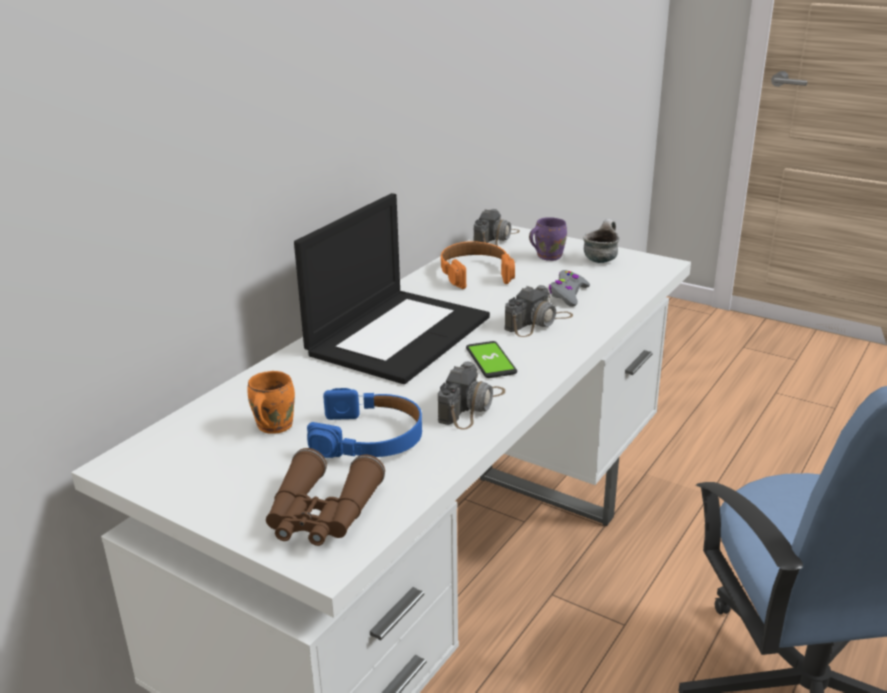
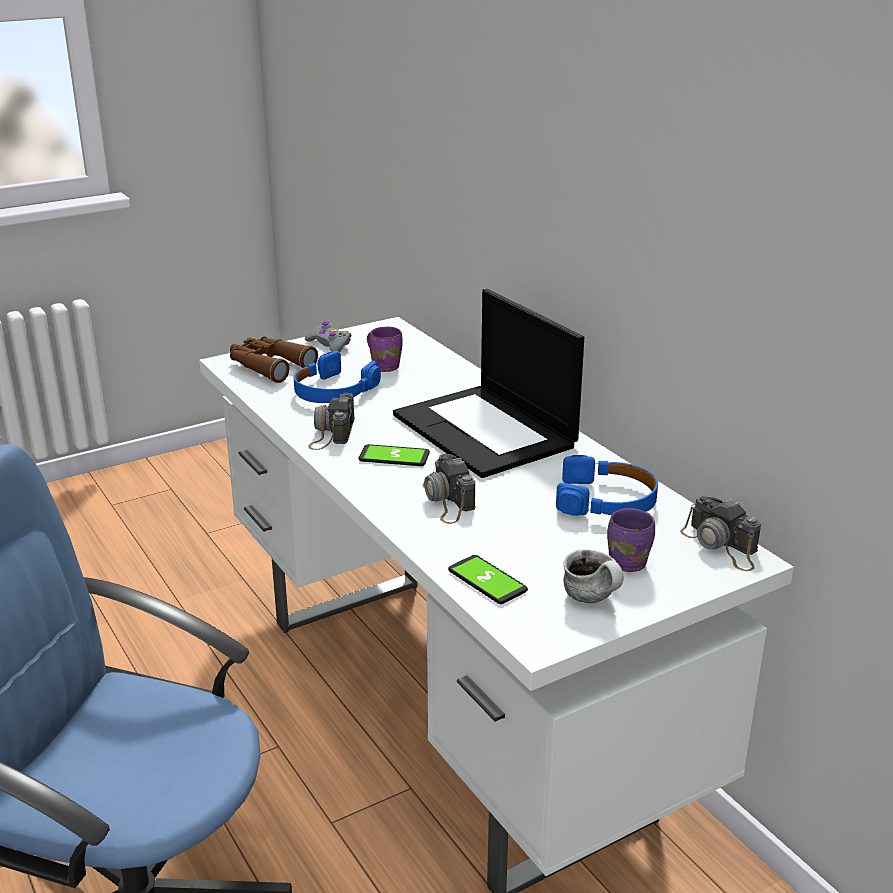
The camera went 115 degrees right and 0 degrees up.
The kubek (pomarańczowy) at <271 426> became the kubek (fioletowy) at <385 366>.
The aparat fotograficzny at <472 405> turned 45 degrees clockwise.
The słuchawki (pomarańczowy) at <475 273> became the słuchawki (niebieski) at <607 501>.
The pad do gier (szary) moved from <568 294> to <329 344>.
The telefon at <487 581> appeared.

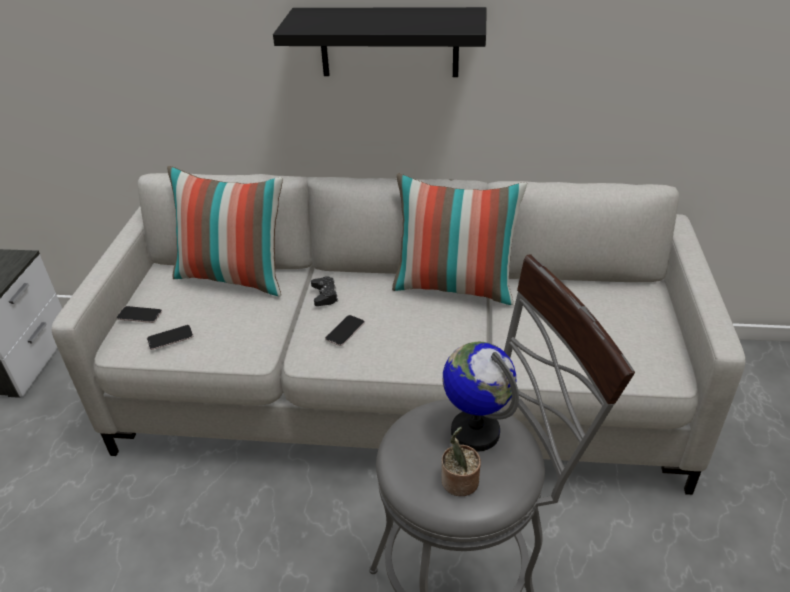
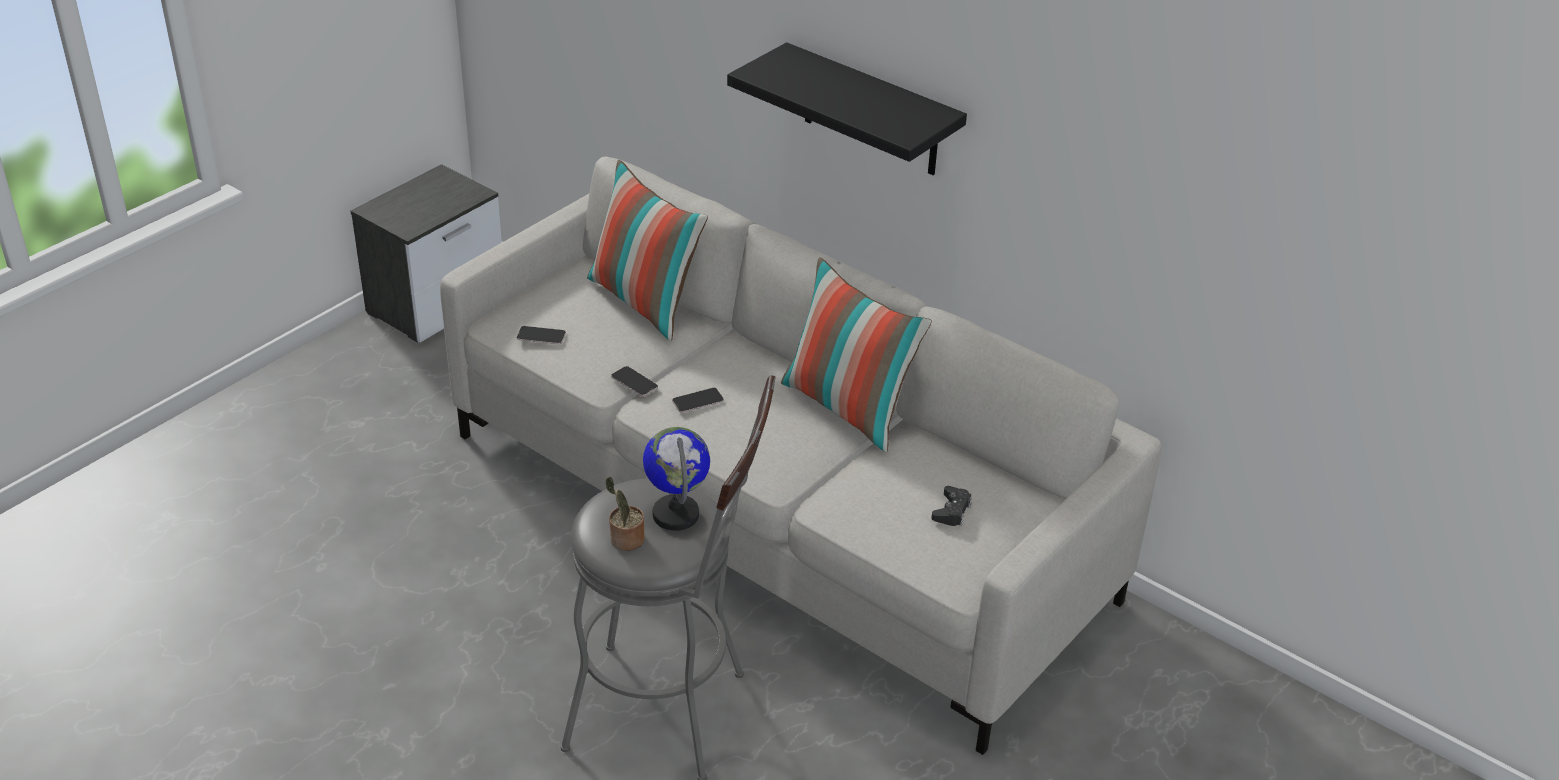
The camera went 30 degrees right and 0 degrees up.
The telefon moved from <139 315> to <634 382>.
The pad do gier (czarny) moved from <324 295> to <952 511>.

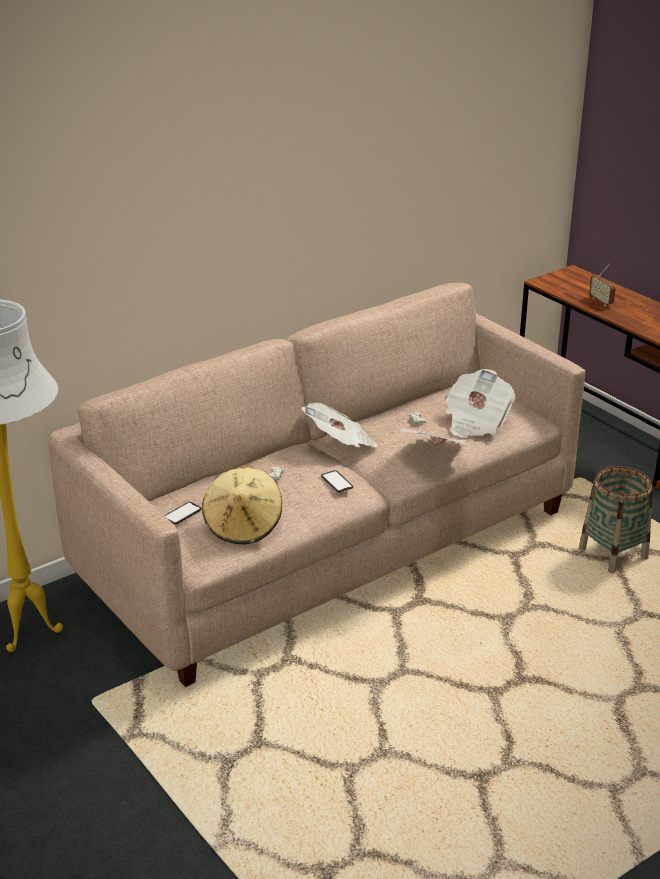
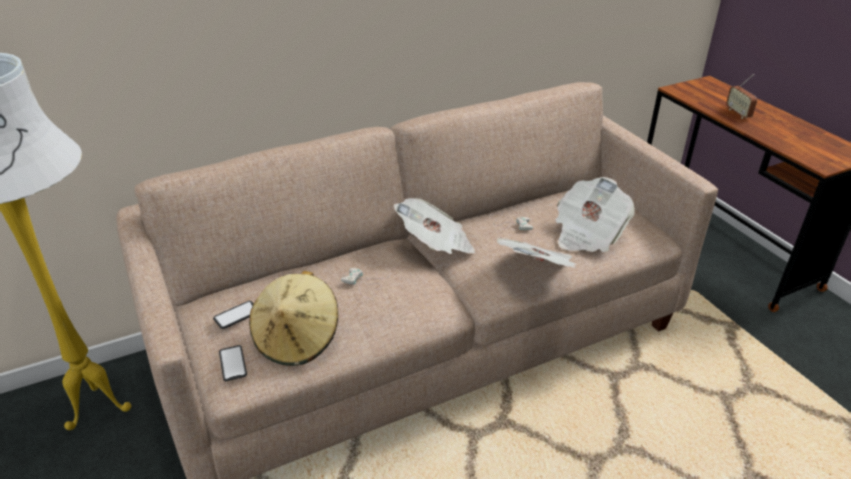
The camera went 10 degrees right and 5 degrees up.
The telefon moved from <337 482> to <233 363>.
The koszyk at <613 554> disappeared.

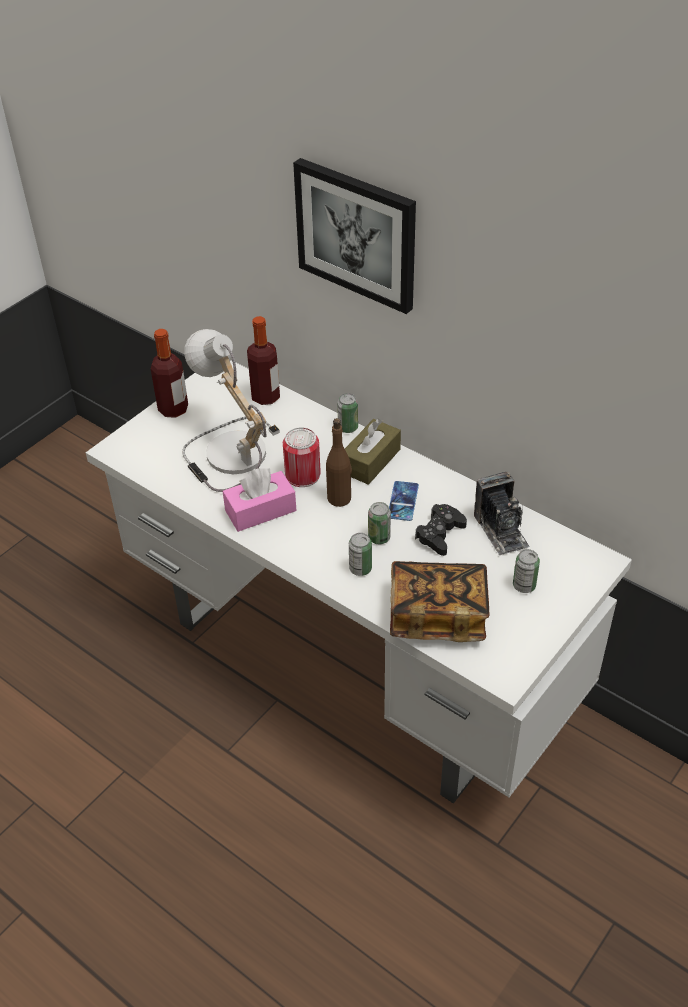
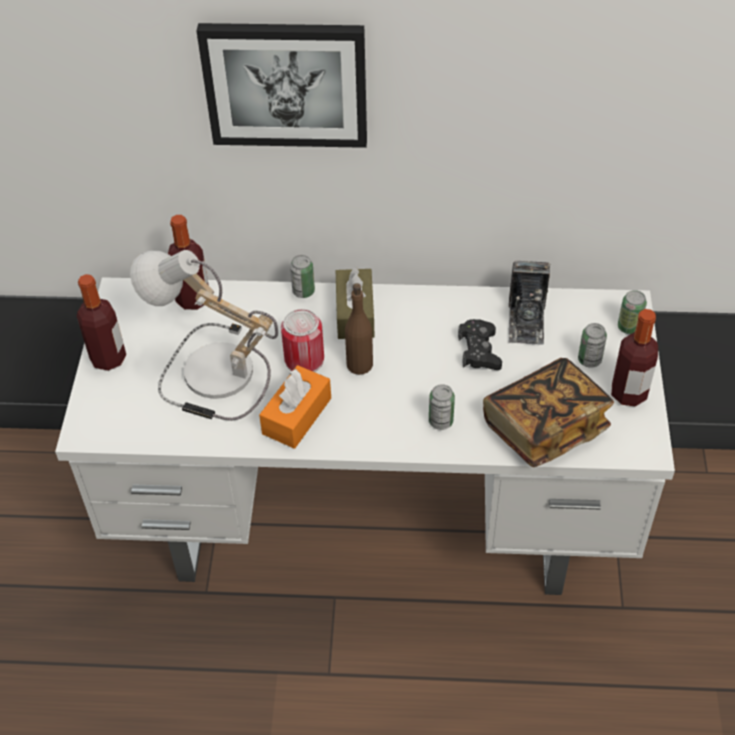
The camera went 35 degrees left and 5 degrees up.
The pudełko chusteczek (różowy) at <260 510> became the pudełko chusteczek (pomarańczowy) at <297 416>.
The puszka moved from <379 538> to <628 327>.
The telefon at <403 501> disappeared.
The aparat fotograficzny at <501 530> turned 60 degrees clockwise.
The butelka at <628 393> appeared.

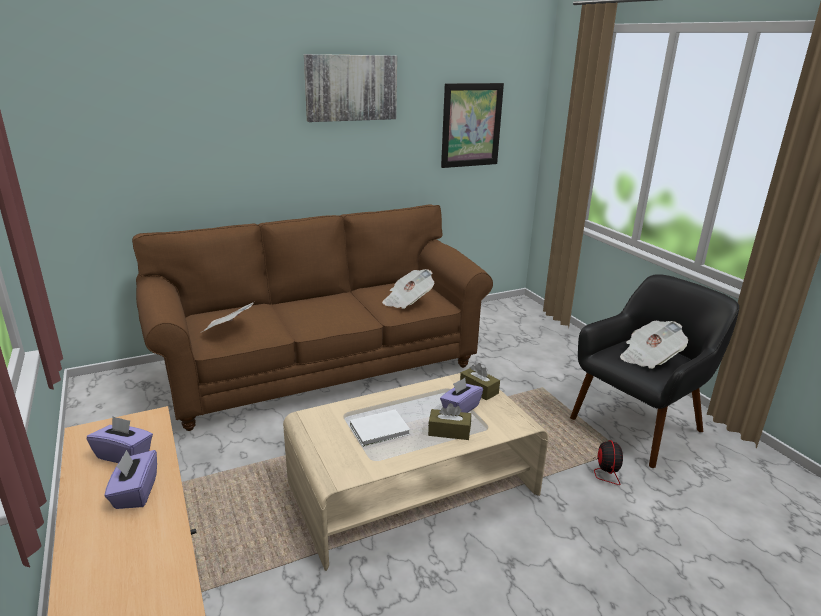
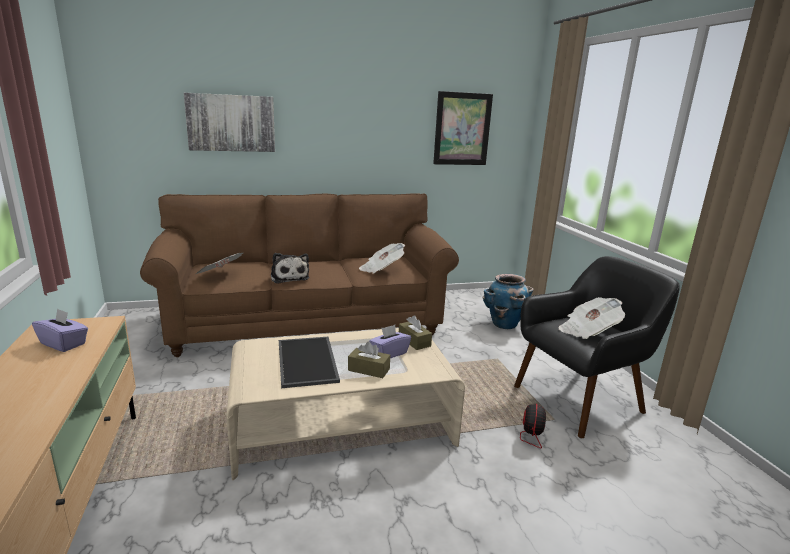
The camera went 10 degrees right and 5 degrees down.
The pudełko chusteczek (fioletowy) at <135 493> disappeared.
The obraz moved from <351 88> to <231 123>.
The książka (biały) at <381 430> was replaced by the taca at <308 361>.
The pluszak at <289 277> appeared.
The donica at <504 324> appeared.

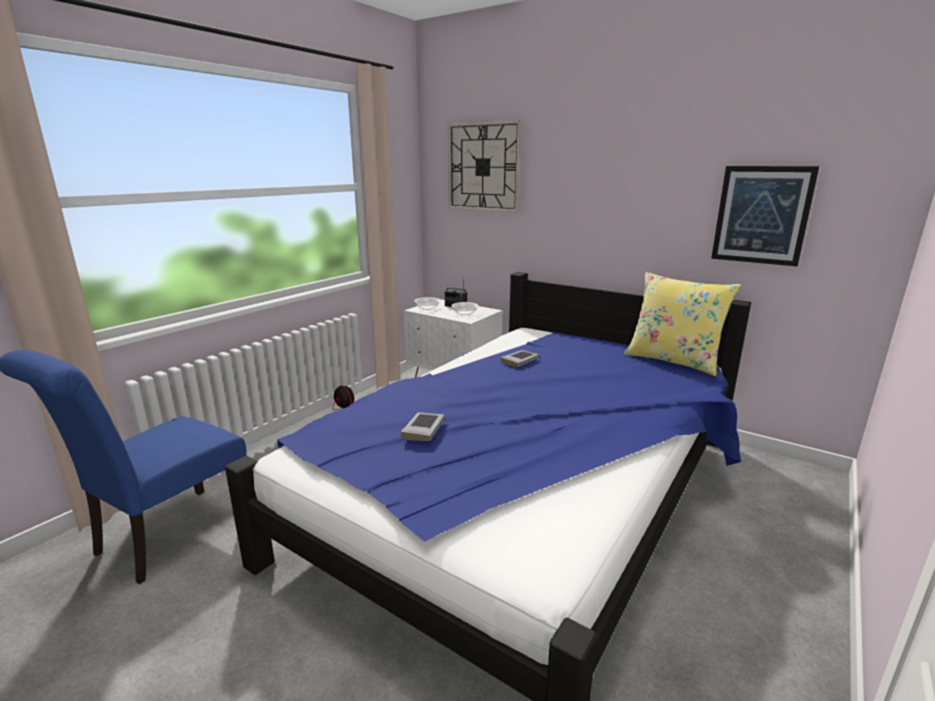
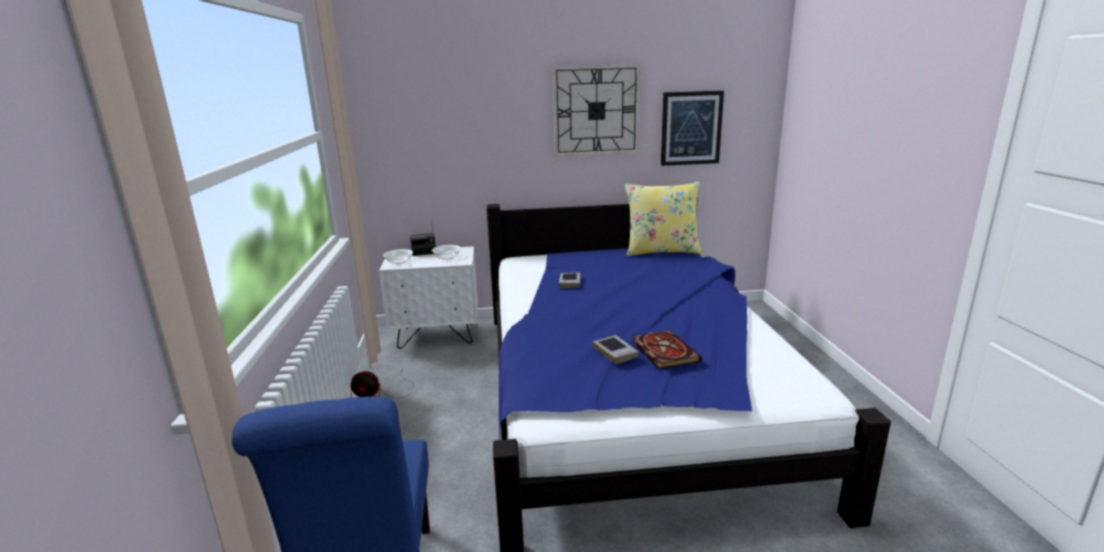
The camera went 40 degrees left and 0 degrees up.
The zegar ścienny moved from <483 167> to <596 110>.
The książka at <663 351> appeared.

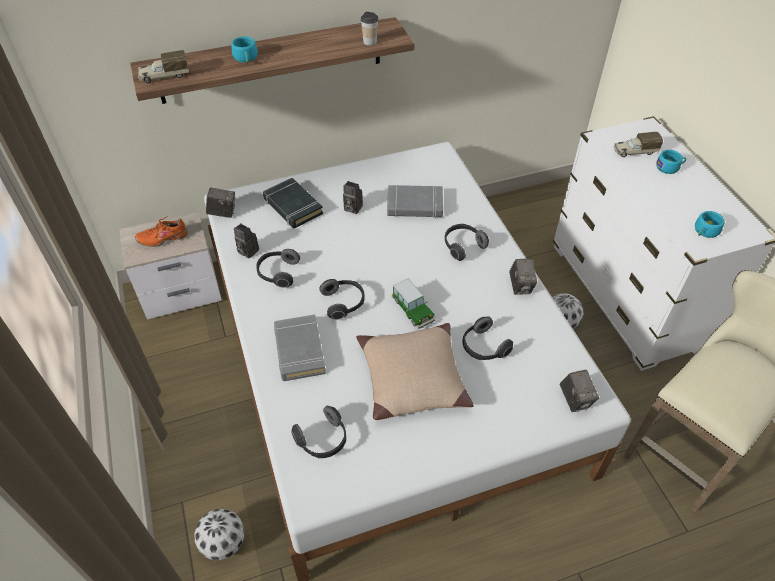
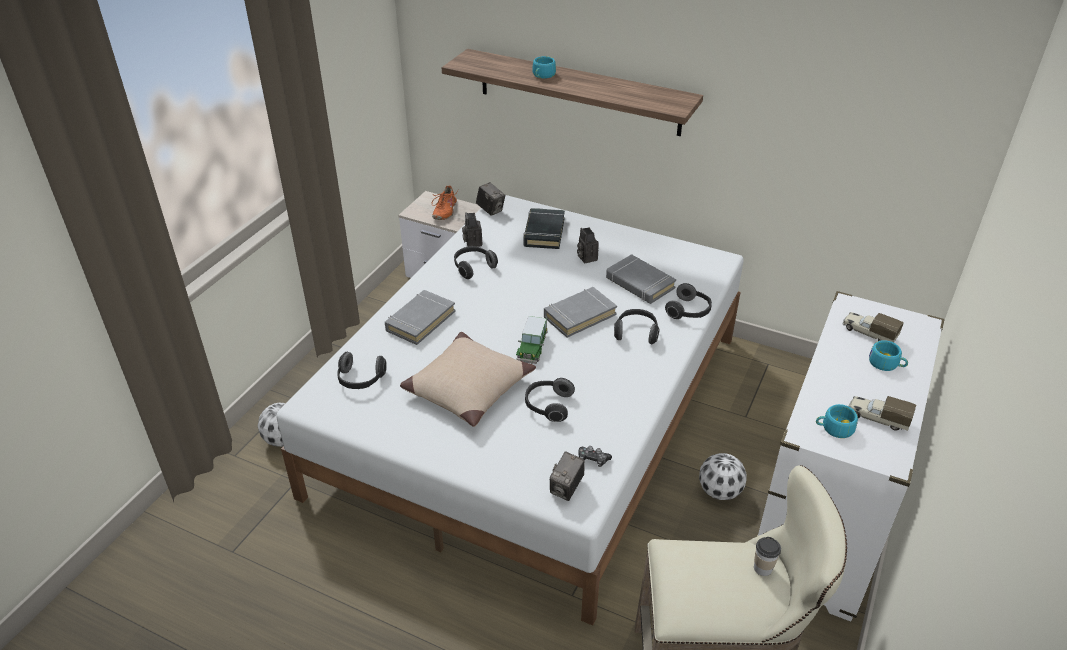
The camera went 45 degrees right and 10 degrees down.
The but (pomarańczowy) at <163 238> turned 105 degrees counterclockwise.
The ciężarówka zabawkowa moved from <164 76> to <877 418>.
The słuchawki moved from <344 303> to <689 311>.
The filiżanka moved from <370 42> to <762 568>.
The aparat fotograficzny at <520 286> disappeared.
The książka (szary) at <579 315> appeared.
The pad do gier at <593 459> appeared.

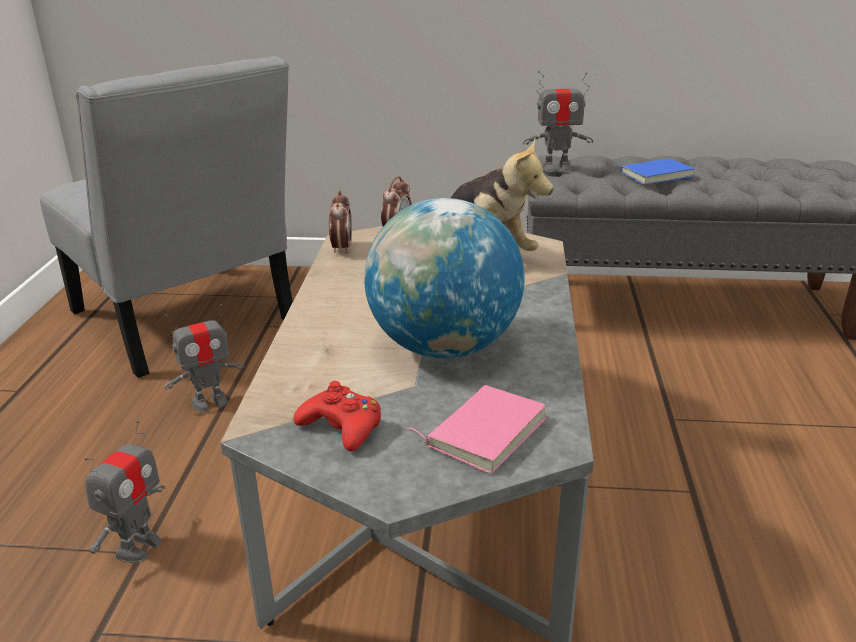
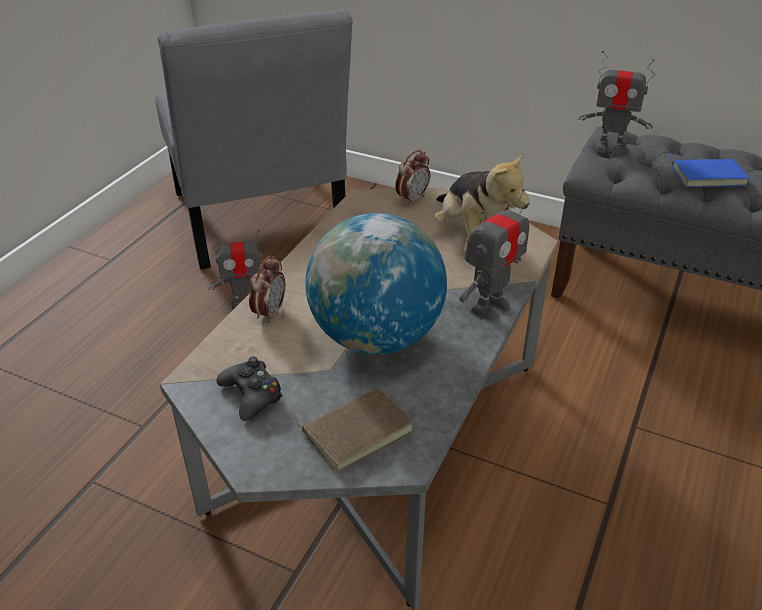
The camera went 20 degrees right and 10 degrees up.
The robot zabawkowy moved from <138 546> to <490 307>.
The pad do gier (czerwony) at <342 427> became the pad do gier (czarny) at <252 395>.
The budzik moved from <341 248> to <269 312>.
The książka (różowy) at <483 431> became the książka (brązowy) at <356 430>.

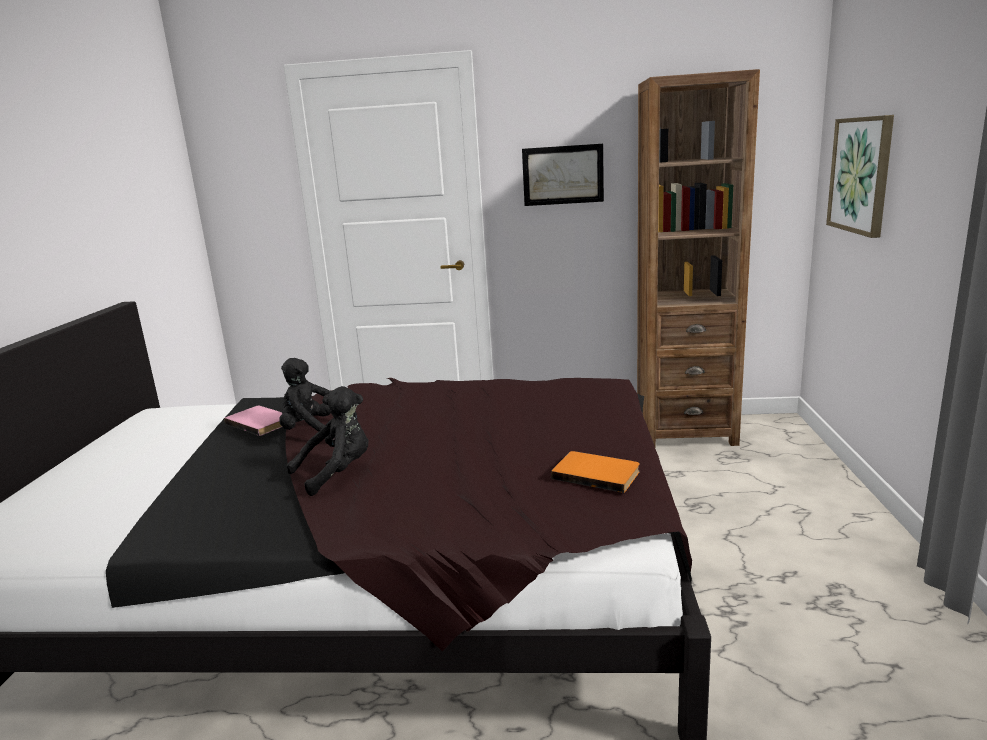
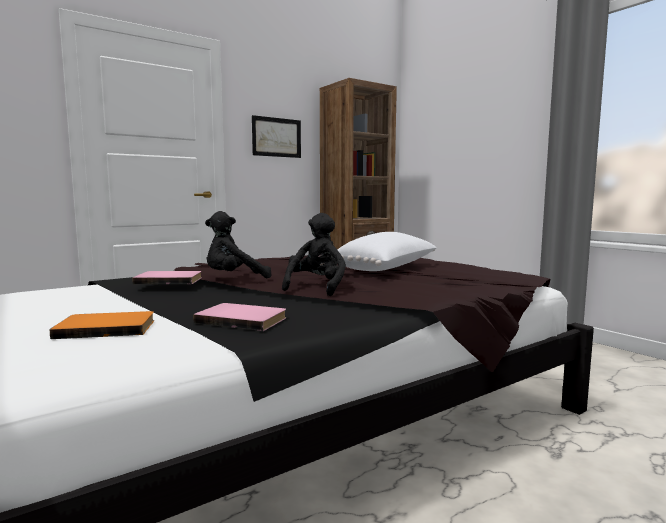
The camera went 40 degrees left and 10 degrees down.
The książka (pomarańczowy) moved from <597 473> to <107 328>.
The obraz at <861 175> disappeared.
The książka (różowy) at <243 319> appeared.
The poduszka (biały) at <388 269> appeared.

